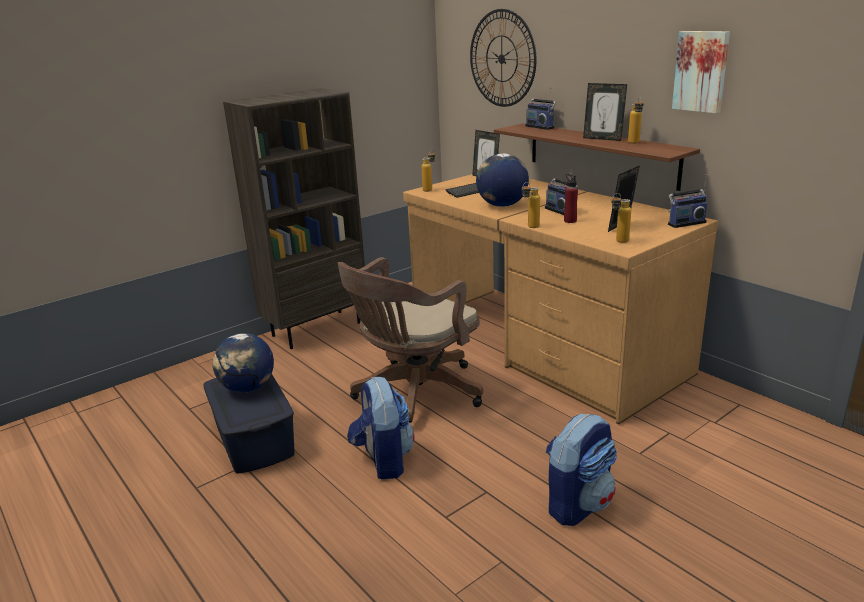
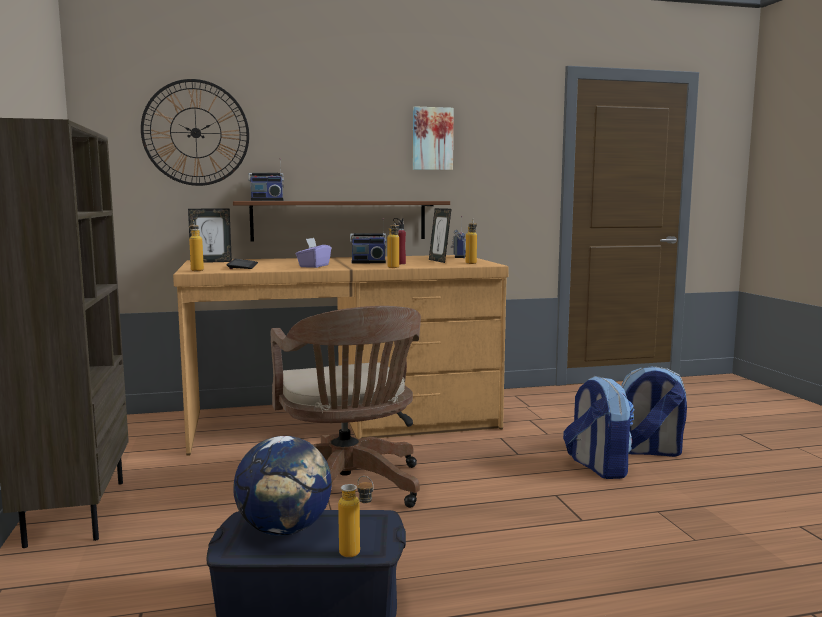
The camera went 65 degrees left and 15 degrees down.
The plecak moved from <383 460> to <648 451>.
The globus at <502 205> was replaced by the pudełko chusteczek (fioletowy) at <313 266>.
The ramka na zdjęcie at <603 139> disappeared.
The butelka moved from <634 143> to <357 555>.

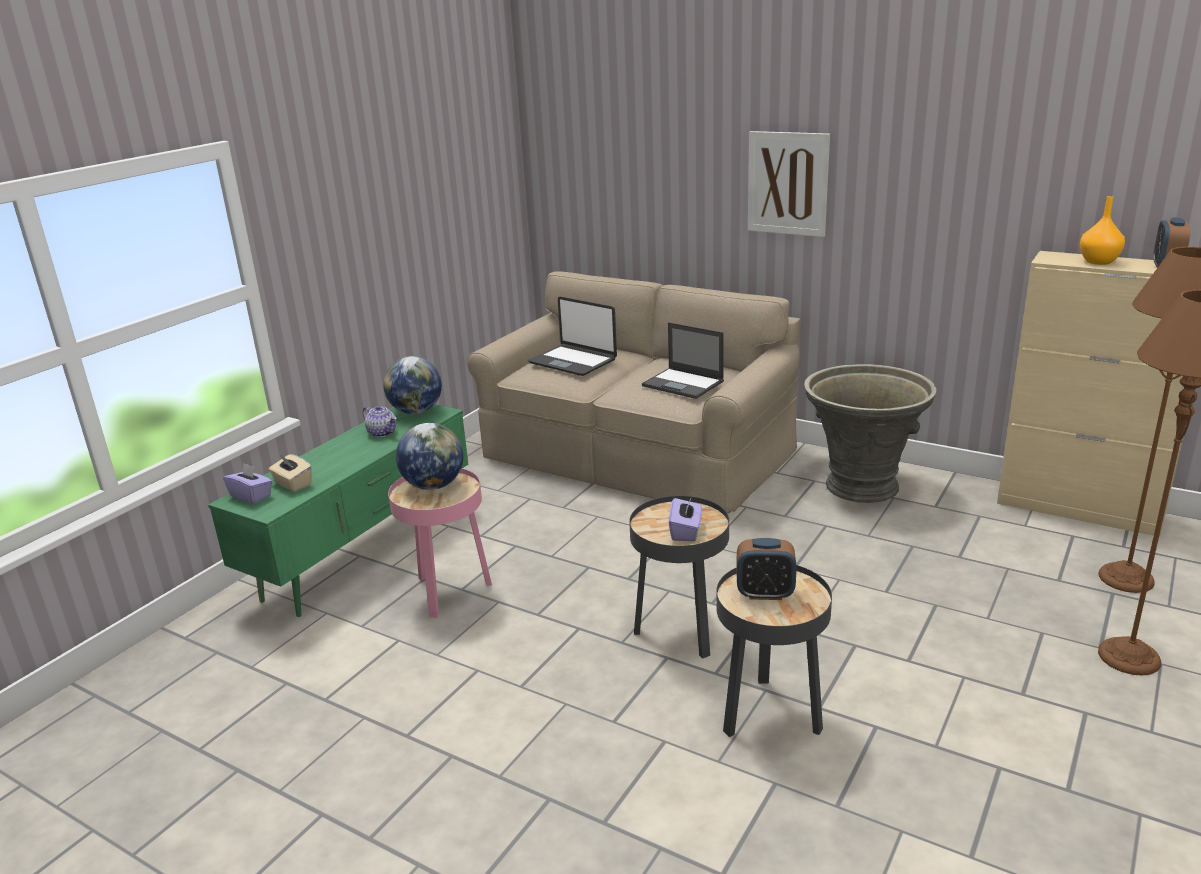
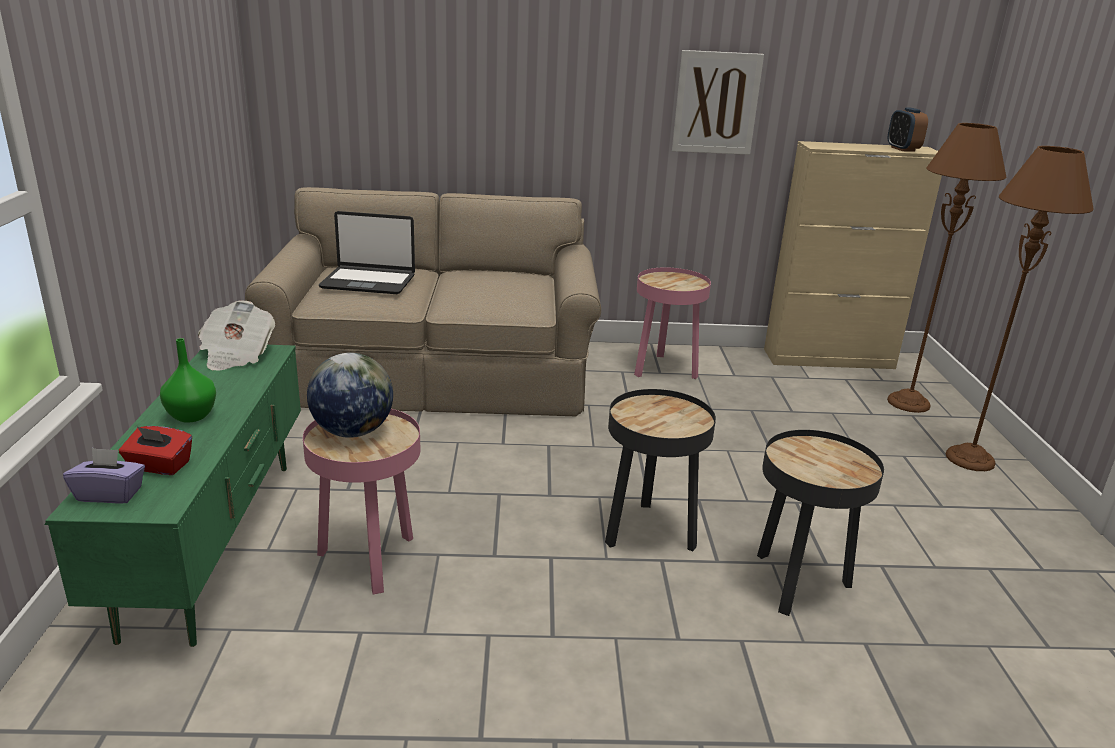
The camera went 35 degrees left and 0 degrees up.
The pudełko chusteczek (beżowy) at <293 484> became the pudełko chusteczek (czerwony) at <159 466>.
The imbryk at <382 433> disappeared.
The globus at <416 411> was replaced by the gazeta at <236 355>.
The laptop at <683 384> disappeared.
The pudełko chusteczek (fioletowy) at <686 532> disappeared.
The budzik at <765 593> disappeared.
The obraz moved from <787 183> to <716 103>.
The donica (szary) at <862 486> was replaced by the stolik (różowy) at <664 369>.
The wazon (pomarańczowy) at <1097 262> disappeared.
The wazon (zielony) at <191 415> appeared.

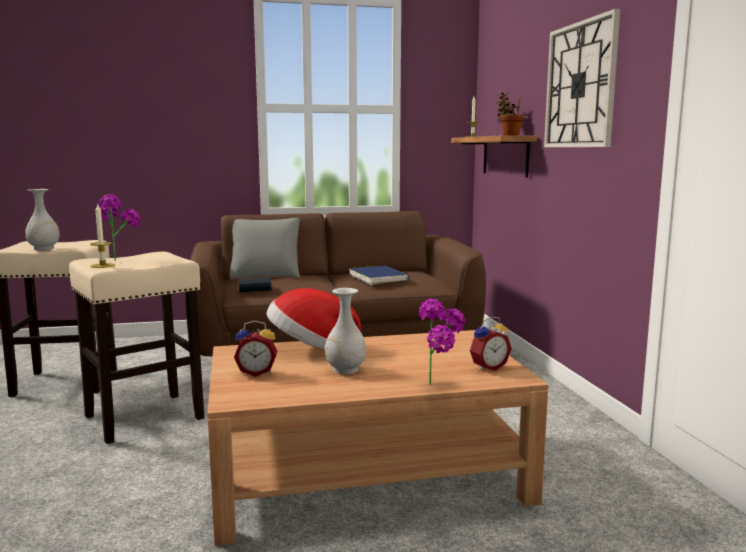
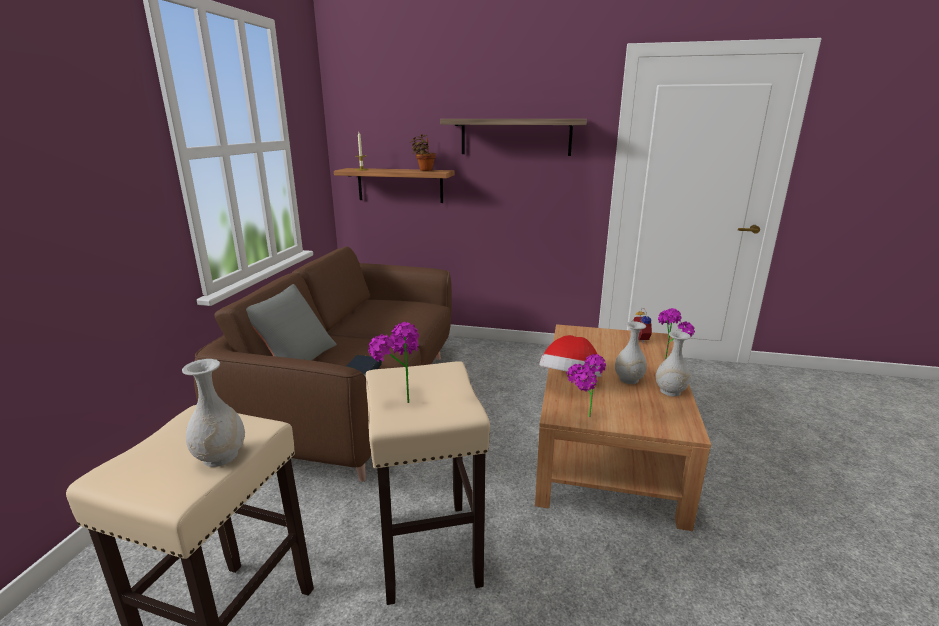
The camera went 65 degrees left and 10 degrees up.
The świeca at <102 265> disappeared.
The budzik at <257 372> disappeared.
The książka (niebieski) at <378 278> disappeared.
The zegar ścienny at <580 85> was replaced by the półka at <515 137>.
The roślina doniczkowa at <581 417> appeared.
The wazon (biały) at <670 391> appeared.

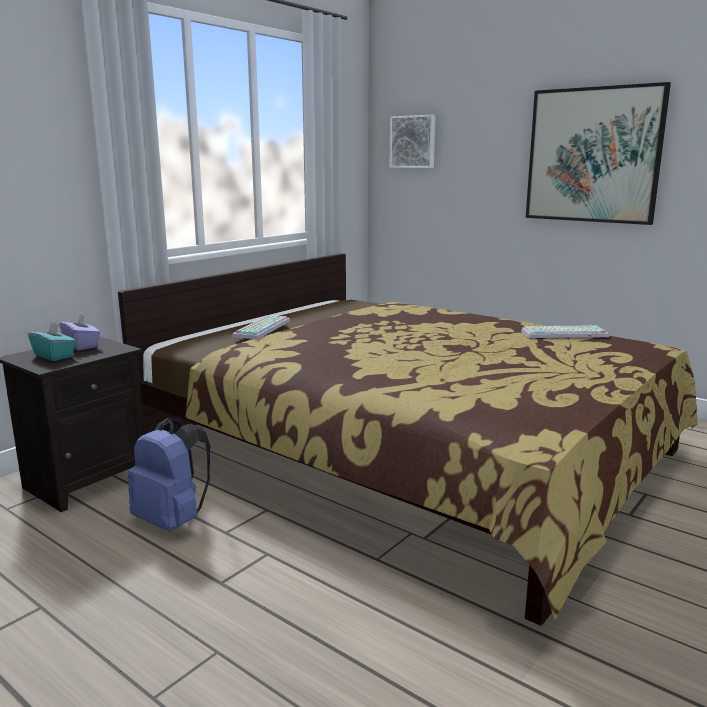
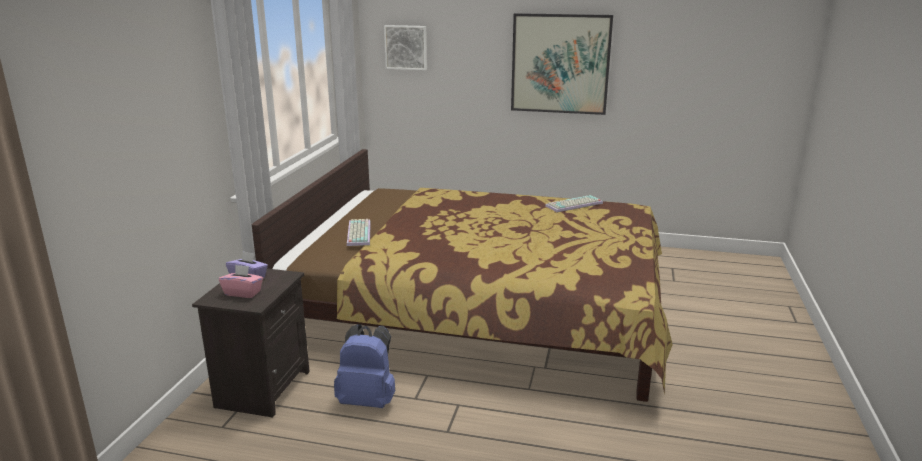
The camera went 25 degrees left and 5 degrees up.
The pudełko chusteczek (turkusowy) at <54 356> became the pudełko chusteczek (różowy) at <243 293>.

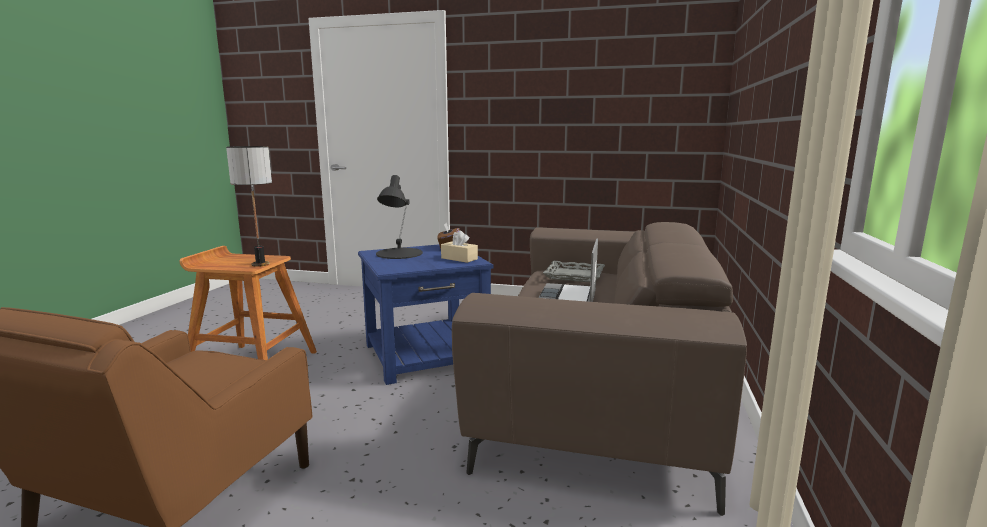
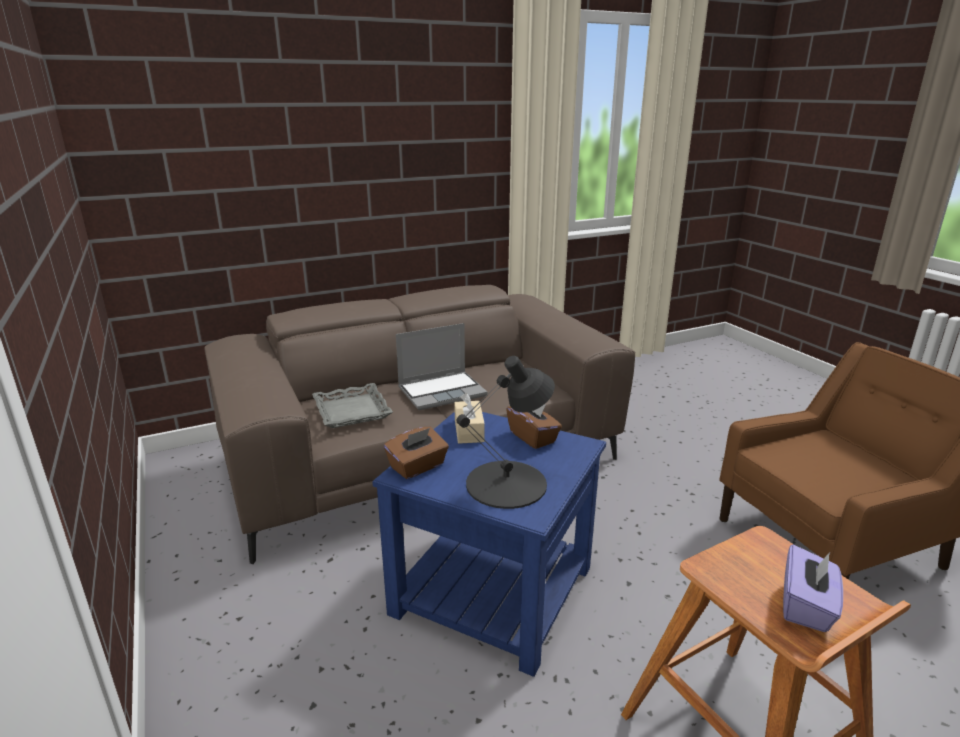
The camera went 130 degrees left and 10 degrees up.
The lampa stołowa at <260 264> disappeared.
The pudełko chusteczek (brązowy) at <533 437> appeared.
The pudełko chusteczek (fioletowy) at <806 606> appeared.

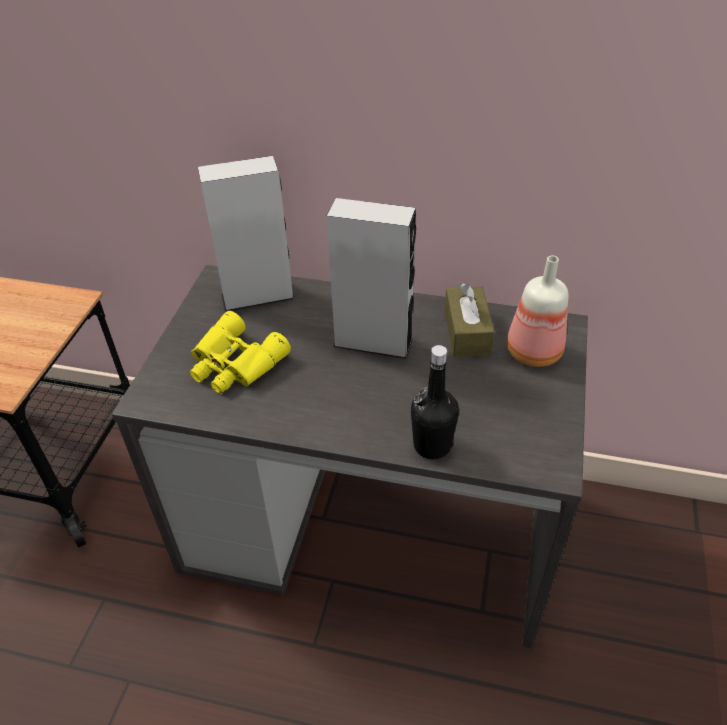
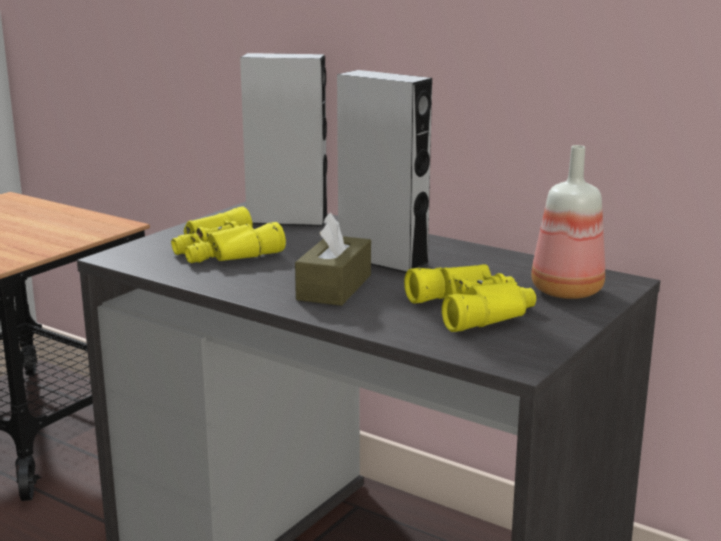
The camera went 20 degrees right and 25 degrees down.
The butelka (czarny) at <432 445> disappeared.
The pudełko chusteczek (brązowy) moved from <467 332> to <334 287>.
The lornetka (żółty) at <475 309> appeared.

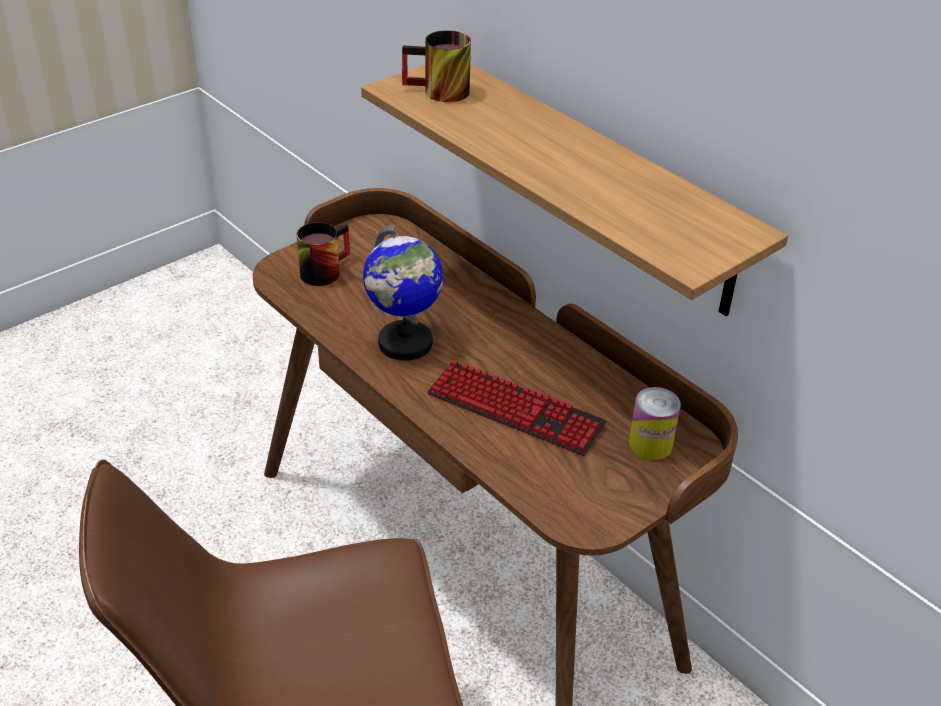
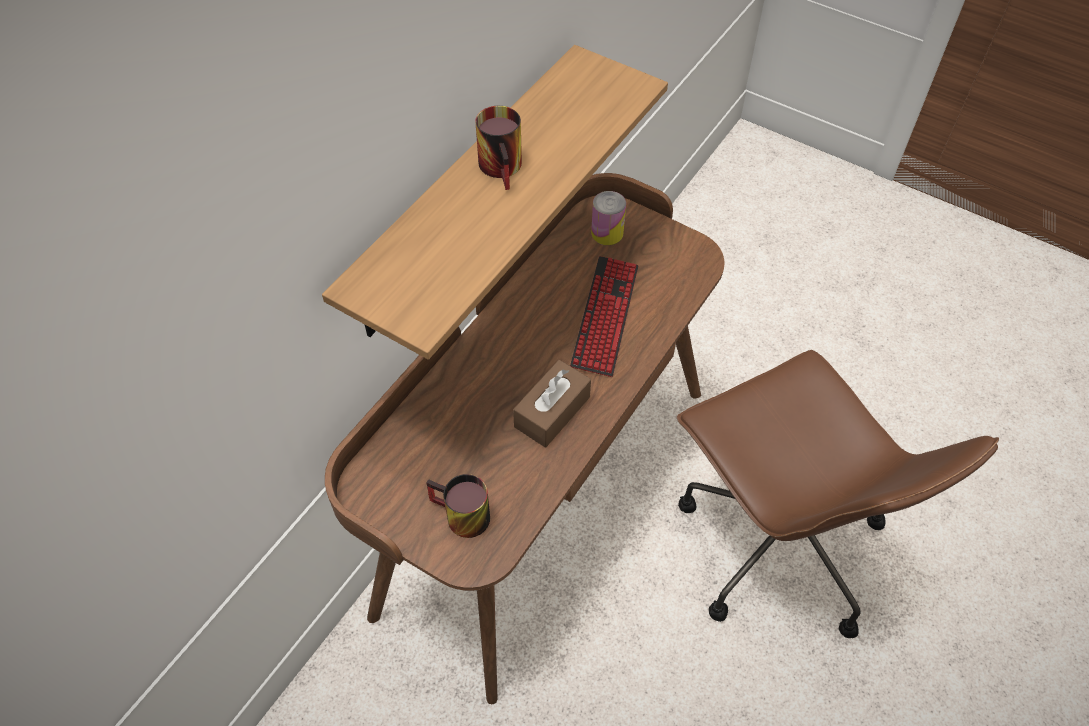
The camera went 105 degrees left and 15 degrees up.
The globus at <405 343> was replaced by the pudełko chusteczek (brązowy) at <552 412>.
The kubek moved from <438 93> to <505 167>.

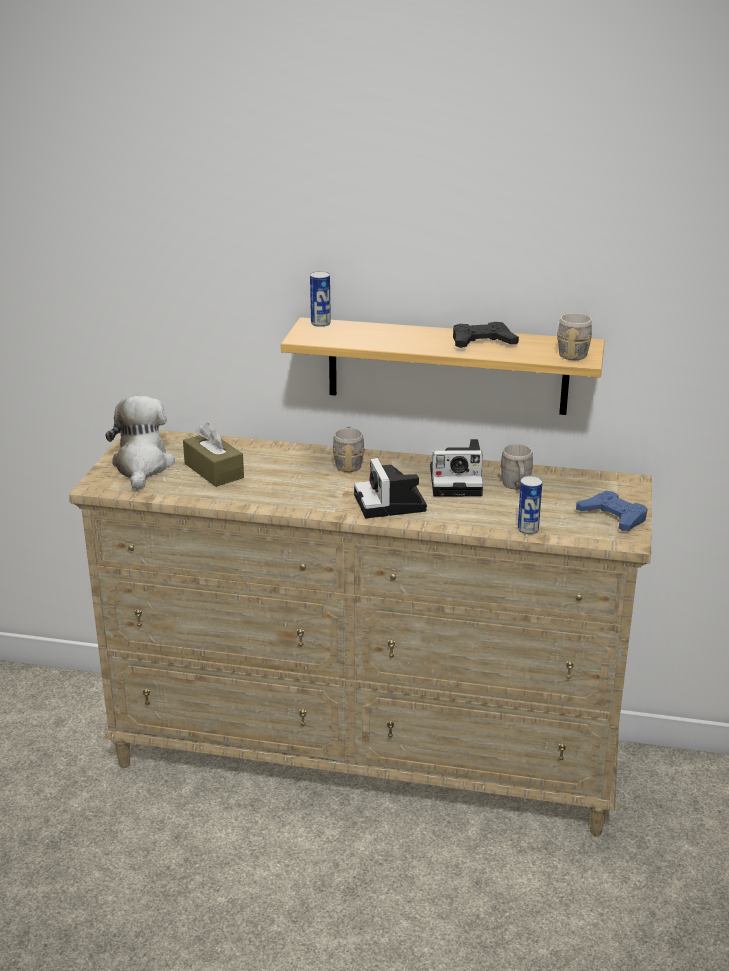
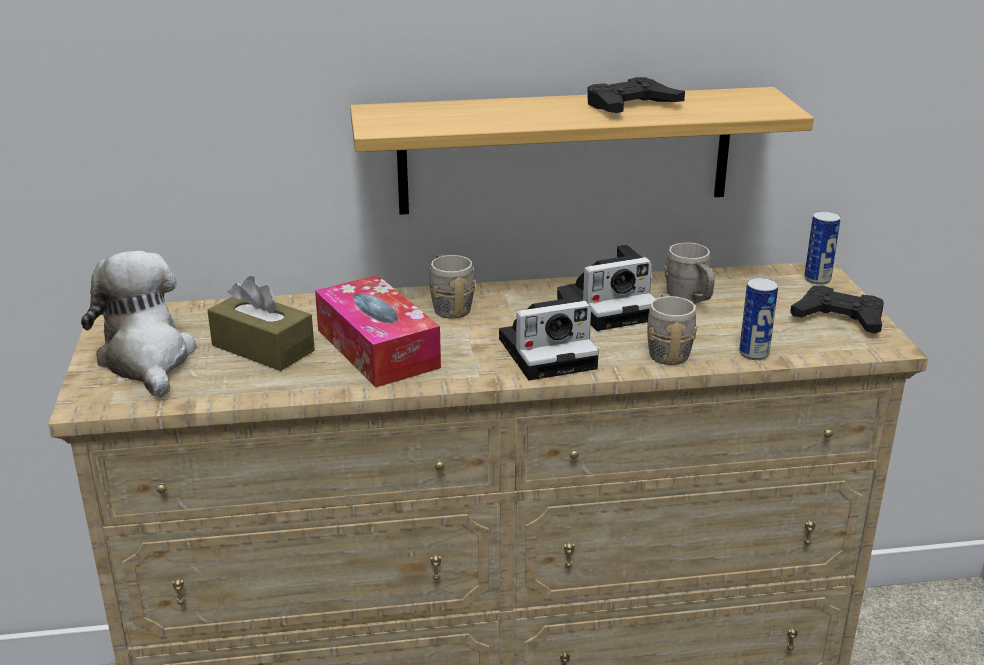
The camera went 20 degrees left and 0 degrees up.
The puszka moved from <320 323> to <817 279>.
The aparat fotograficzny at <391 504> turned 75 degrees counterclockwise.
The kubek (szary) moved from <574 352> to <667 351>.
The pad do gier (niebieski) at <613 517> became the pad do gier (czarny) at <839 318>.
The pudełko chusteczek at <377 348> appeared.

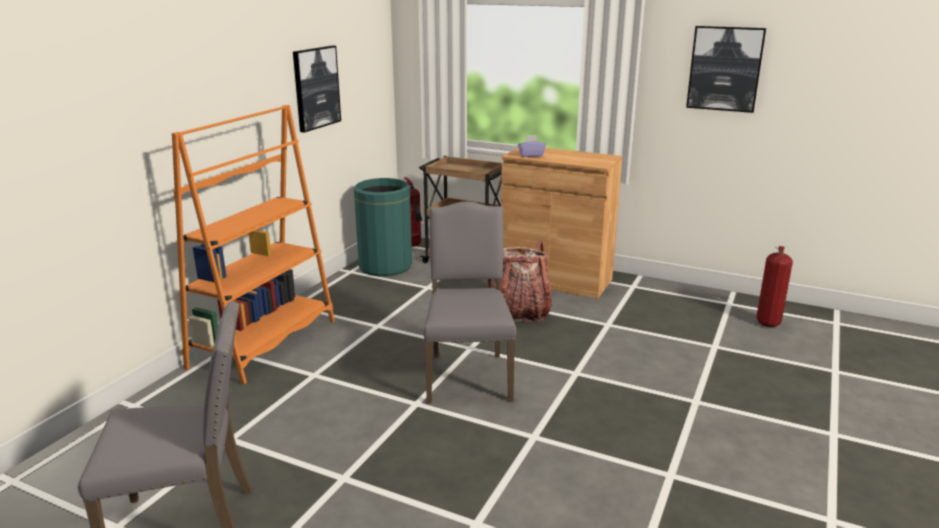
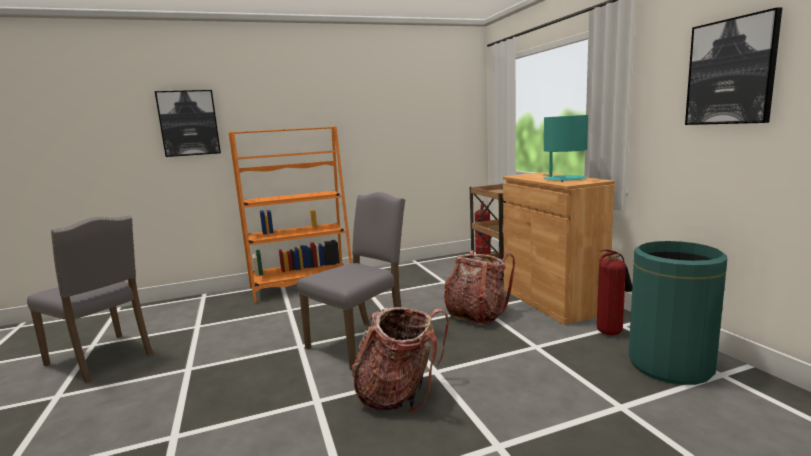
The camera went 45 degrees right and 10 degrees down.
The obraz moved from <316 88> to <189 123>.
The kosz na śmieci (zielony) moved from <385 266> to <670 365>.
The pudełko chusteczek (fioletowy) at <531 155> disappeared.
The gaśnica moved from <767 322> to <611 332>.
The plecak at <399 394> appeared.
The lampa stołowa (turkusowy) at <564 179> appeared.

